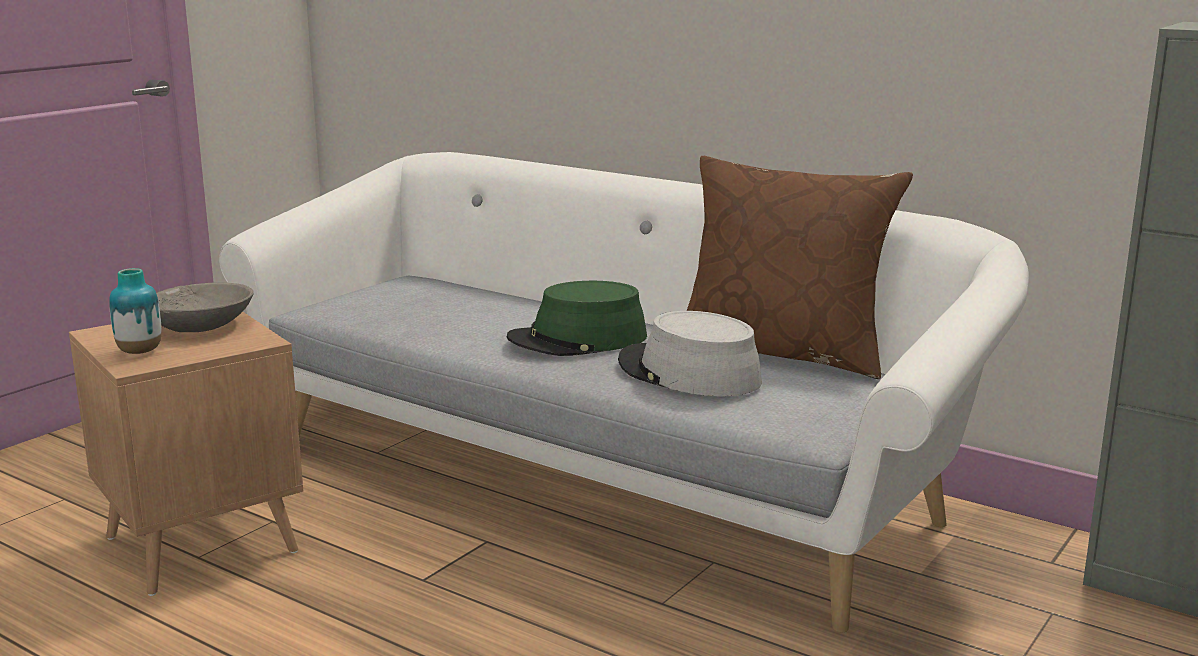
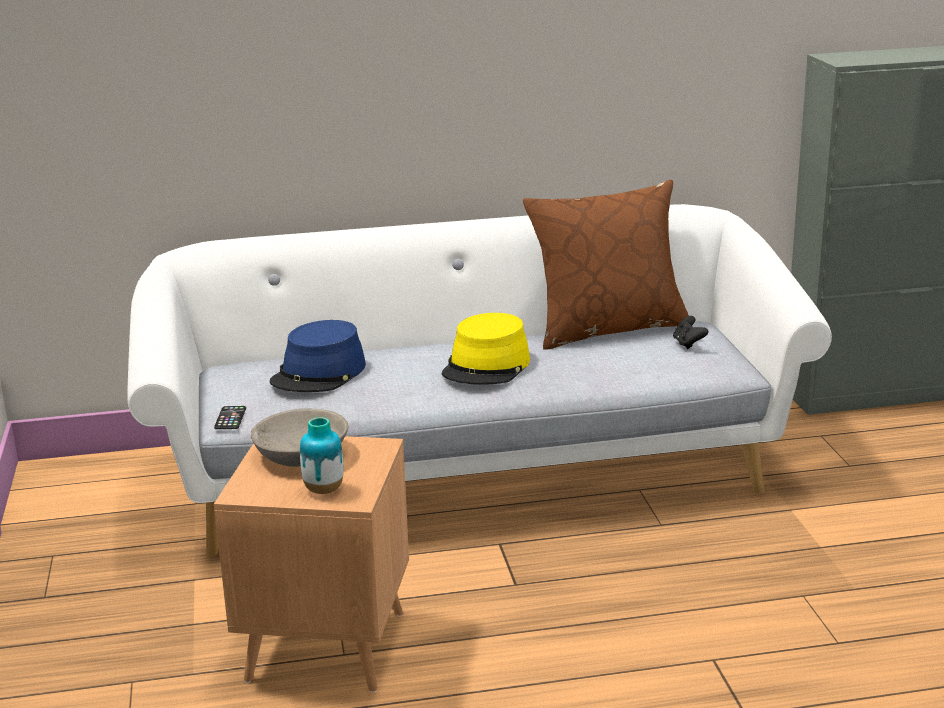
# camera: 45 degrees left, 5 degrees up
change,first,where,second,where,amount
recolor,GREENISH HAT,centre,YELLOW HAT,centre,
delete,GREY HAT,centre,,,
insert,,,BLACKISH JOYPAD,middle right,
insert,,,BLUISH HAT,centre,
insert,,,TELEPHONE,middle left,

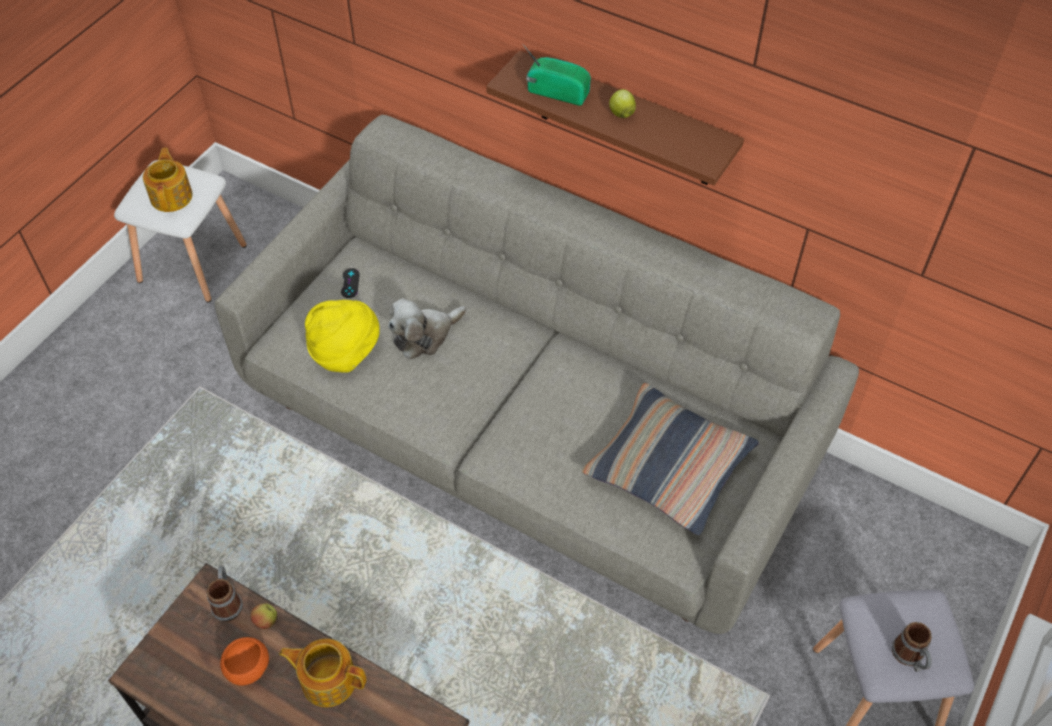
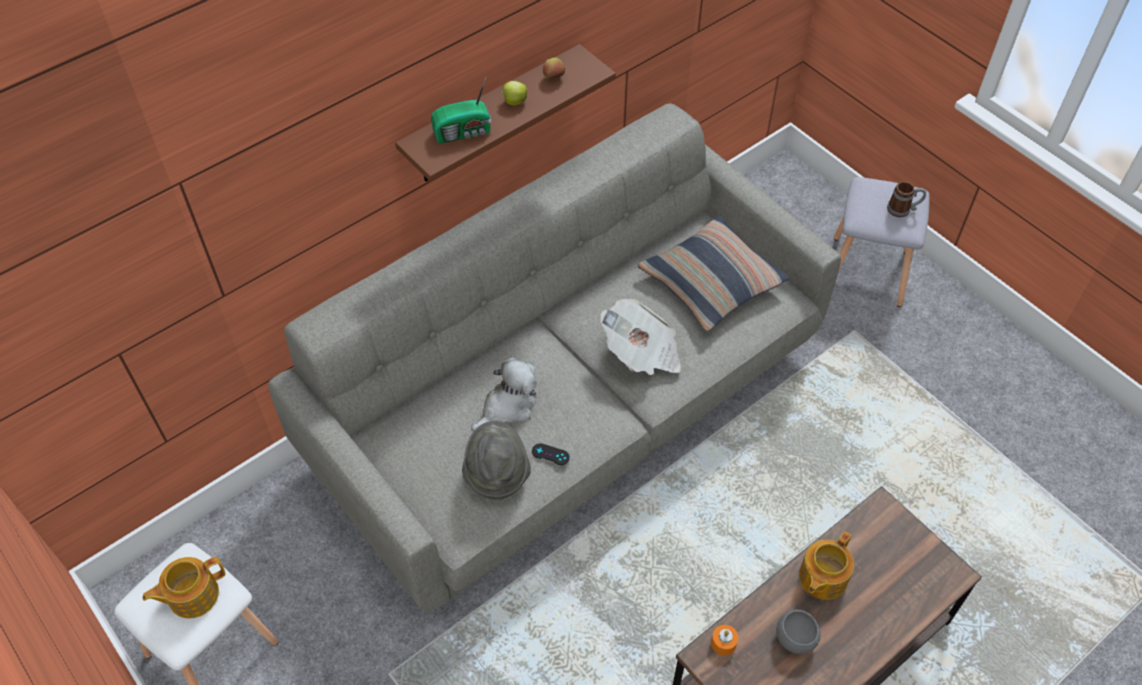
# camera: 70 degrees left, 0 degrees up
change,first,where,second,where,amount
rotate,RADIO RECEIVER,top centre,,top centre,150 degrees counterclockwise
rotate,POT FOR TEA (1st from left),top left,,bottom left,45 degrees counterclockwise
move,BLACKISH JOYPAD,middle left,,centre,
rotate,CUDDLY TOY,centre,,centre,120 degrees counterclockwise
recolor,YELLOW HAT,middle left,GREY HAT,bottom centre,
replace,COFFEE MUG (1st from left),bottom left,ORANGE-COLOURED WAX CANDLE,bottom centre,
move,WHOLE APPLE (1st from left in the first image),bottom left,WHOLE APPLE (2nd from left),top centre,
recolor,ORANGE-COLOURED SERVING BOWL,bottom left,GREY SERVING BOWL,bottom right,
insert,,,PRINTED PAPER,centre,

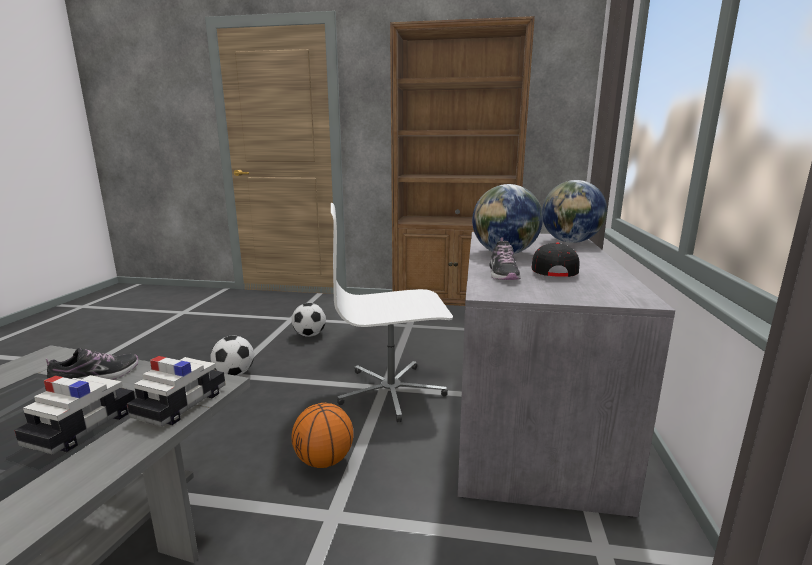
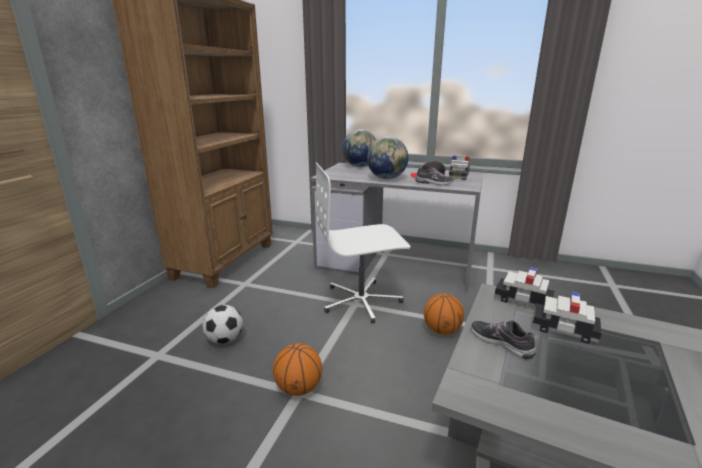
# camera: 80 degrees left, 5 degrees up
change,first,where,second,where,amount
rotate,WHITISH DESK CHAIR,centre,,centre,75 degrees clockwise
replace,BALL FOR FOOTBALL (1st from left),middle left,BASKETBALL BALL (1st from left),bottom centre,
insert,,,MODEL CAR (1st from left),centre,

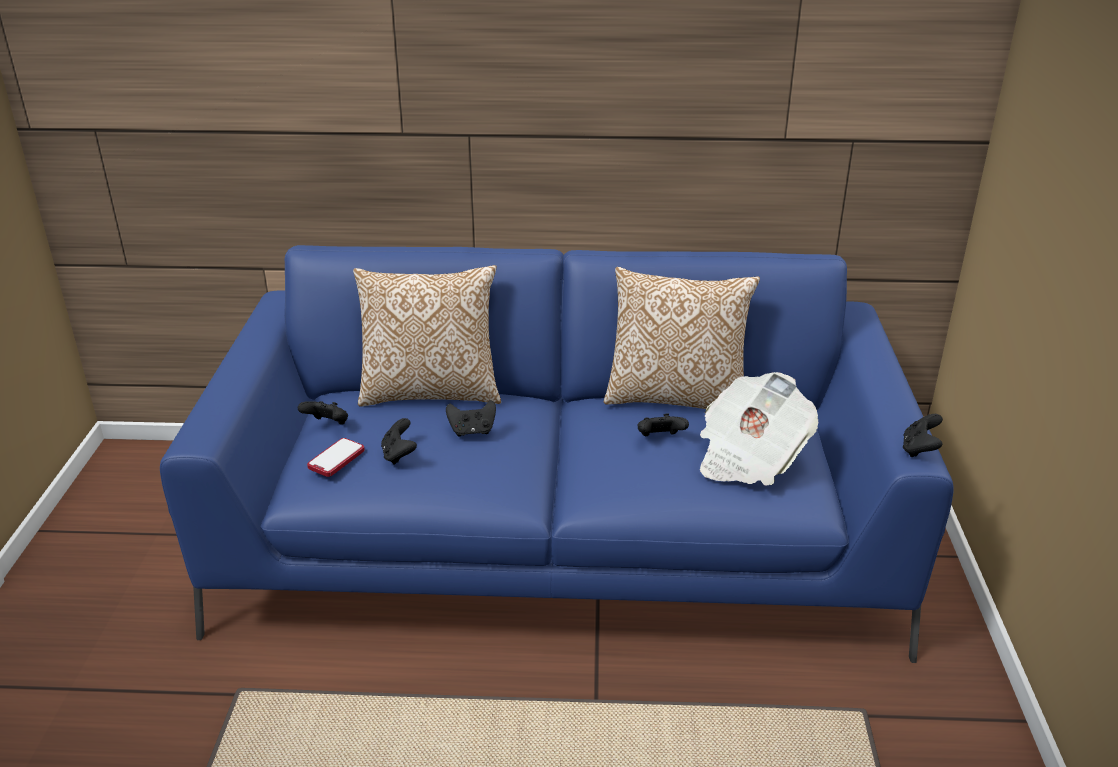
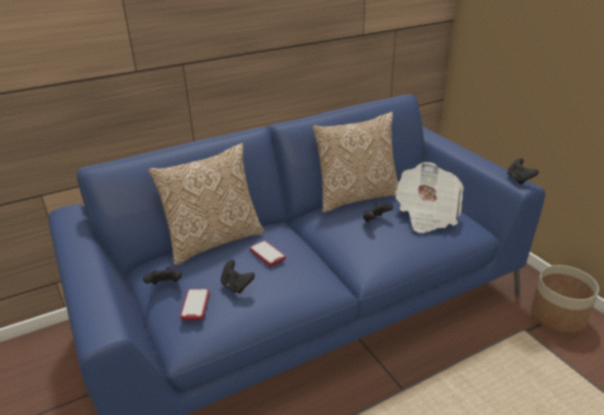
# camera: 30 degrees left, 0 degrees up
change,first,where,second,where,amount
replace,BLACKISH JOYPAD (3rd from left),centre,TELEPHONE (2nd from left),centre,
insert,,,PLANT POT,bottom right,

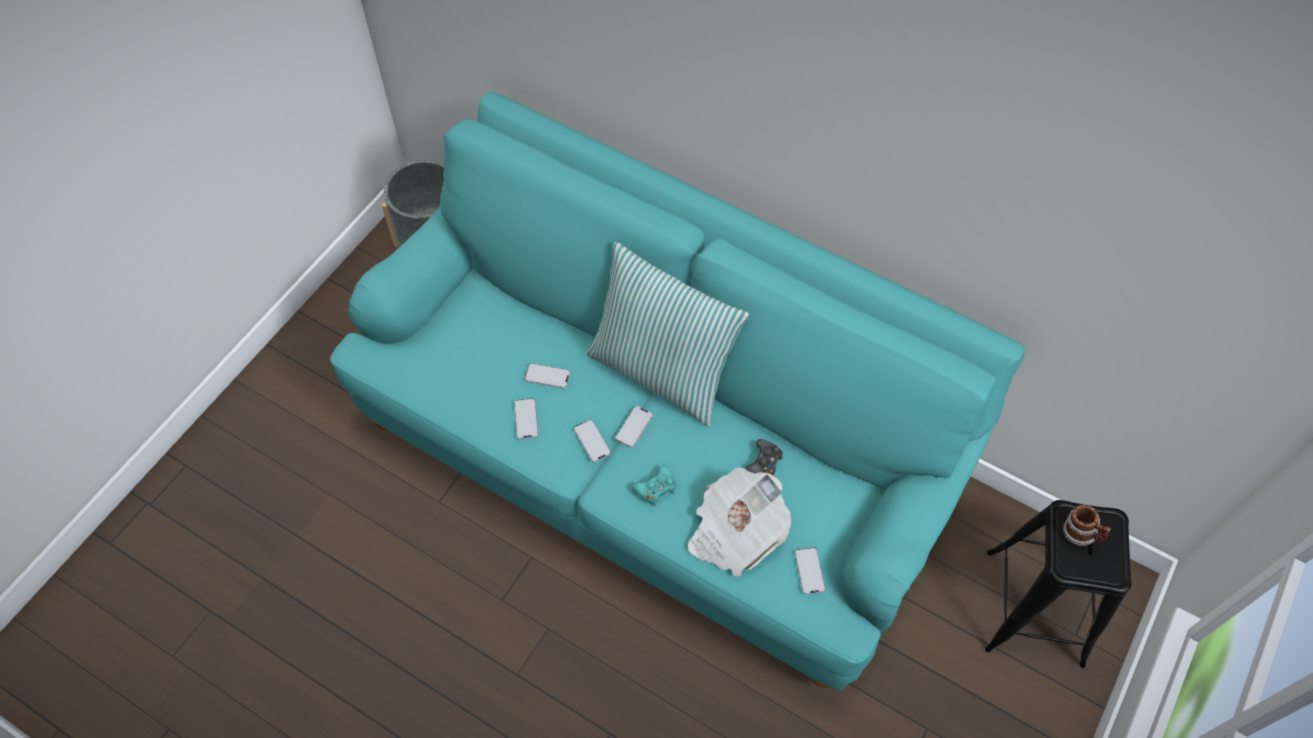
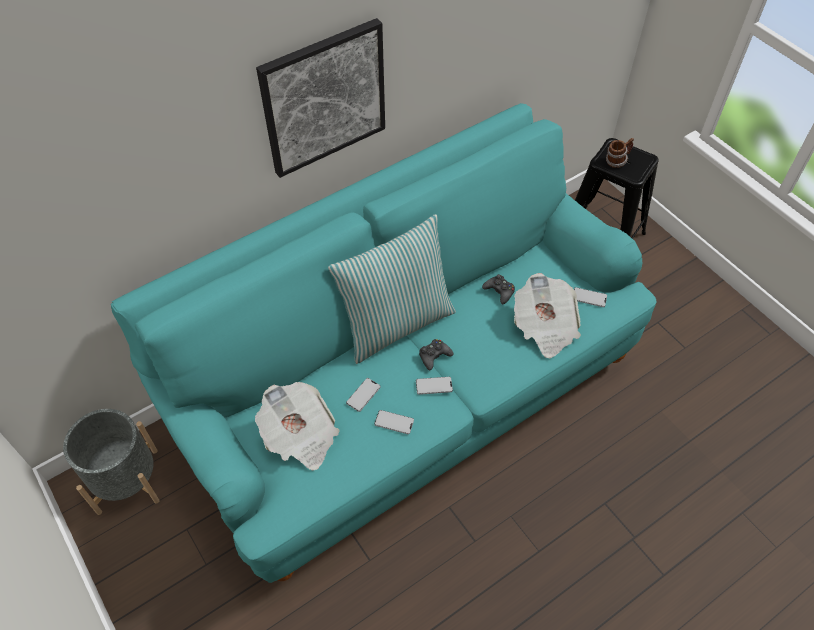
# camera: 65 degrees left, 5 degrees down
change,first,where,second,where,amount
replace,TELEPHONE (4th from left),centre,BLACKISH JOYPAD (1st from left),centre,
delete,TURQUOISE JOYPAD,centre,,,
insert,,,WALL ART,top centre,
insert,,,PRINTED PAPER (1st from left),bottom centre,

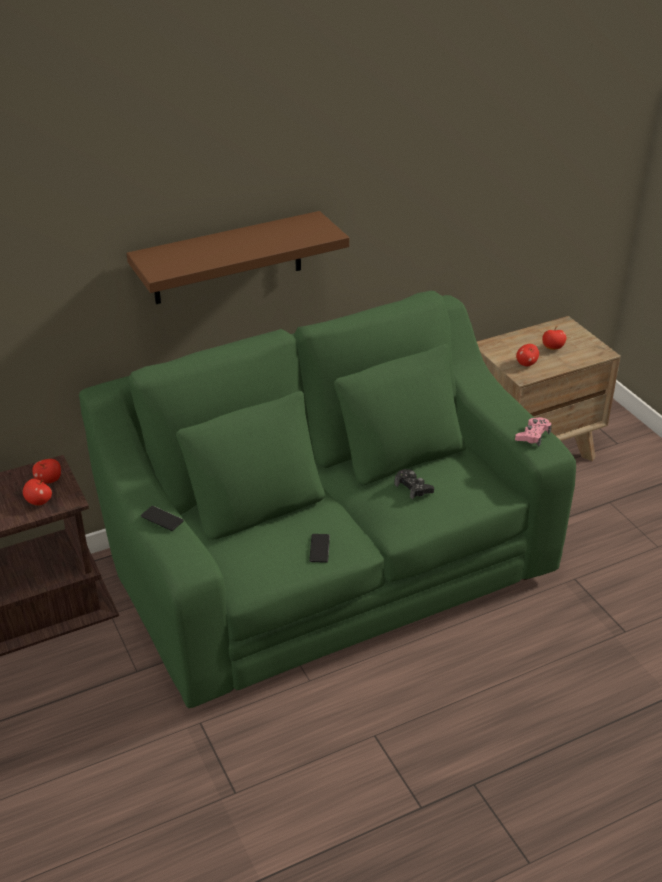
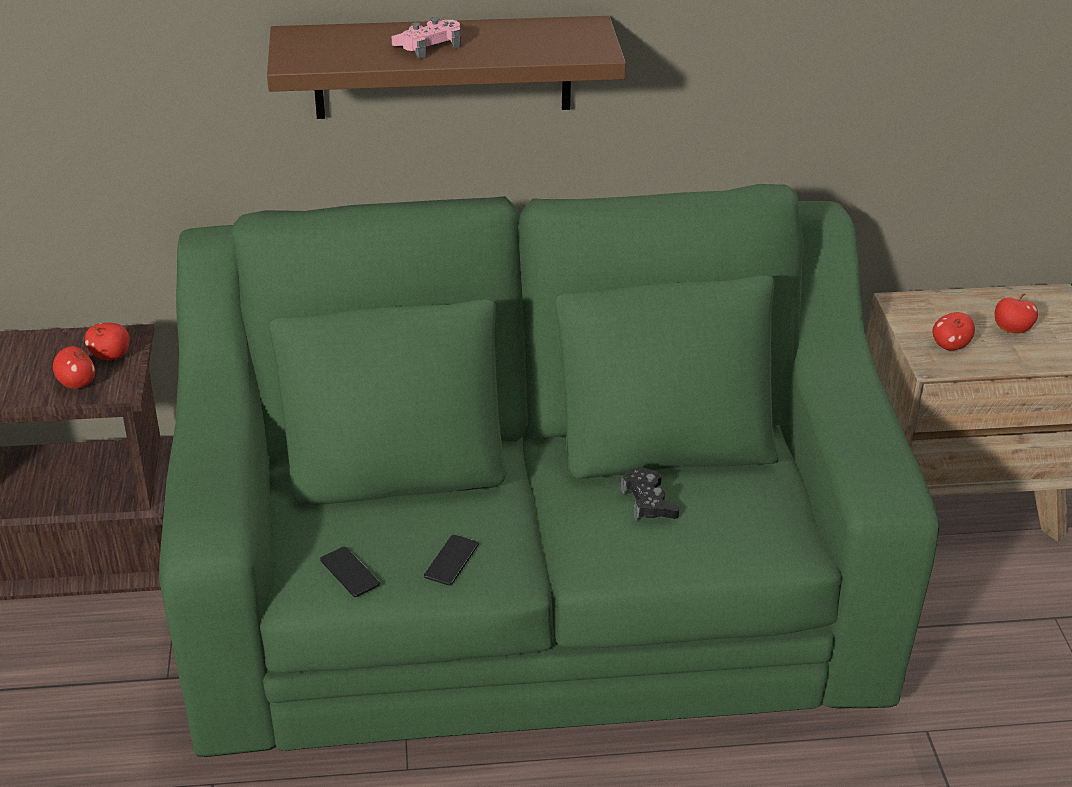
# camera: 20 degrees right, 0 degrees up
change,first,where,second,where,amount
move,PINK JOYPAD,middle right,,top centre,
move,TELEPHONE (1st from left),middle left,,bottom left,

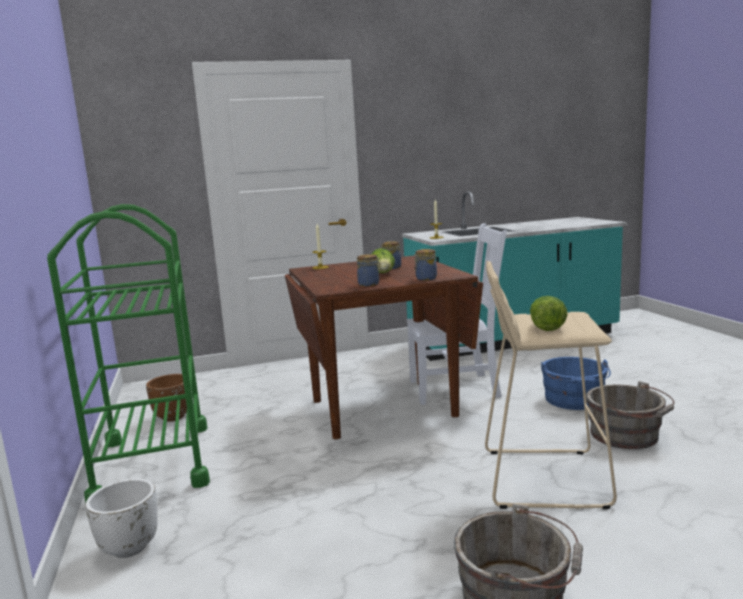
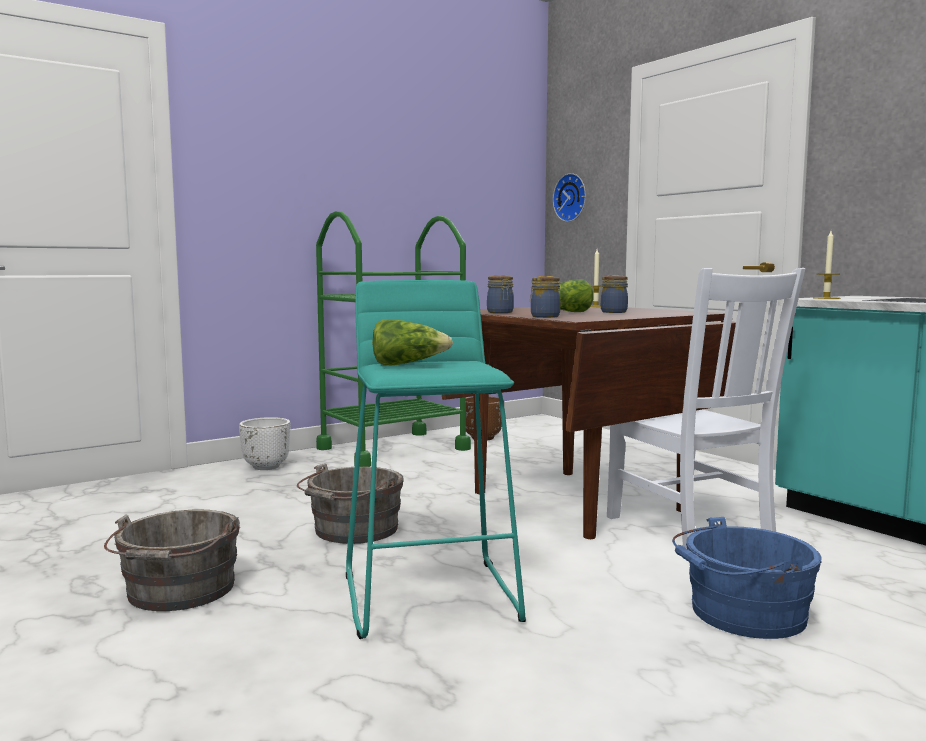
# camera: 70 degrees right, 5 degrees down
change,first,where,second,where,amount
recolor,BEIGE-COLOURED SITTING STOOL,middle right,TURQUOISE SITTING STOOL,centre,
move,GREY PAIL (2nd from left),bottom right,,bottom centre,
insert,,,CLOCK ON THE WALL,top centre,

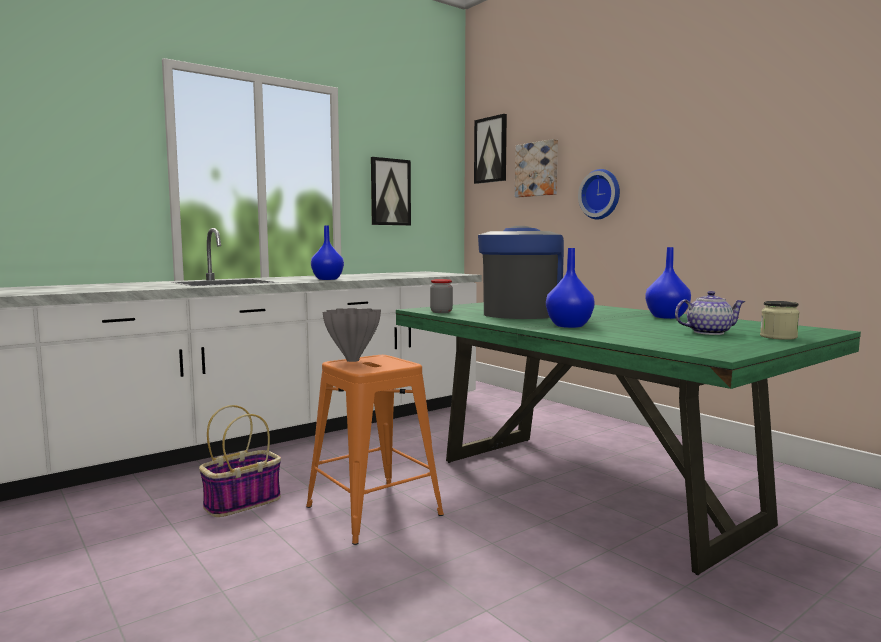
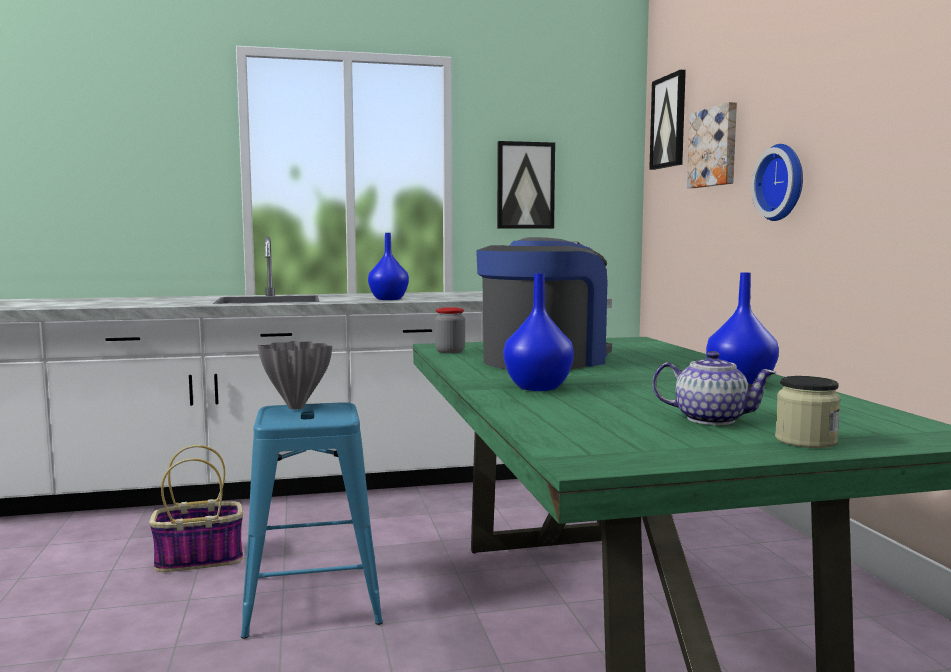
# camera: 25 degrees right, 0 degrees up
change,first,where,second,where,amount
recolor,ORANGE-COLOURED SITTING STOOL,bottom centre,BLUISH SITTING STOOL,bottom left,

